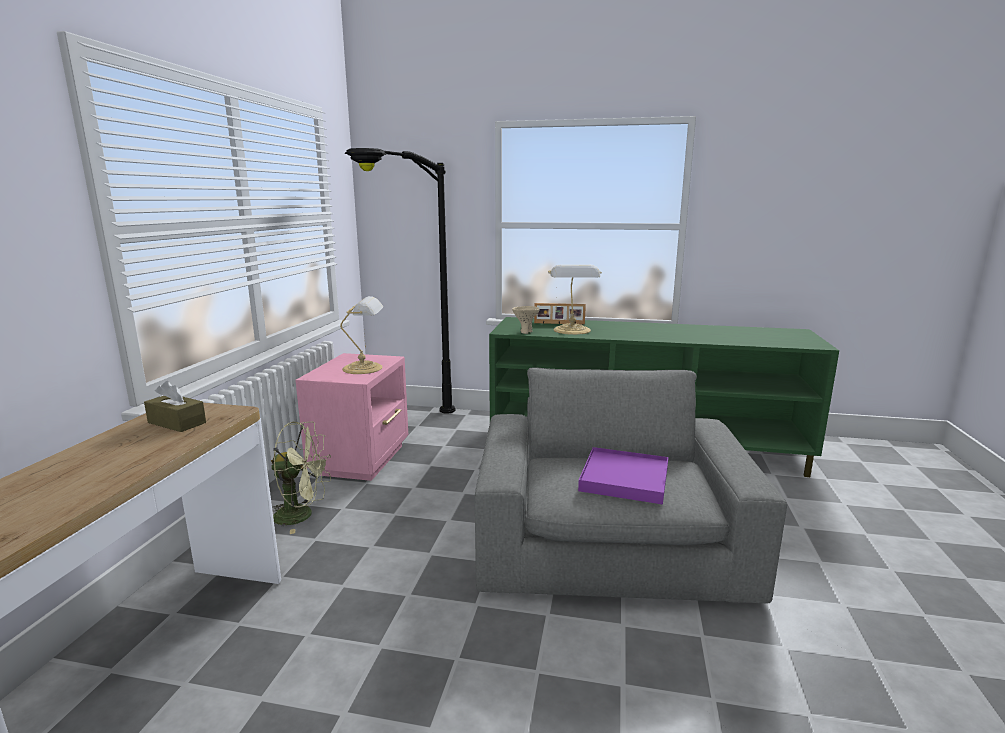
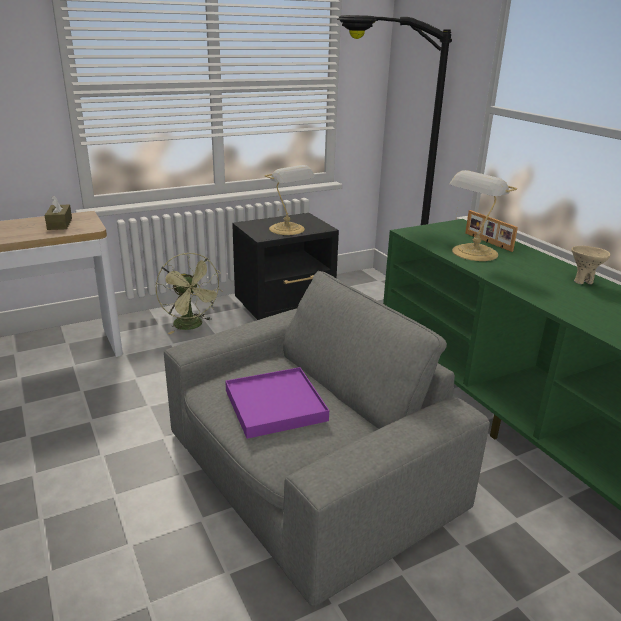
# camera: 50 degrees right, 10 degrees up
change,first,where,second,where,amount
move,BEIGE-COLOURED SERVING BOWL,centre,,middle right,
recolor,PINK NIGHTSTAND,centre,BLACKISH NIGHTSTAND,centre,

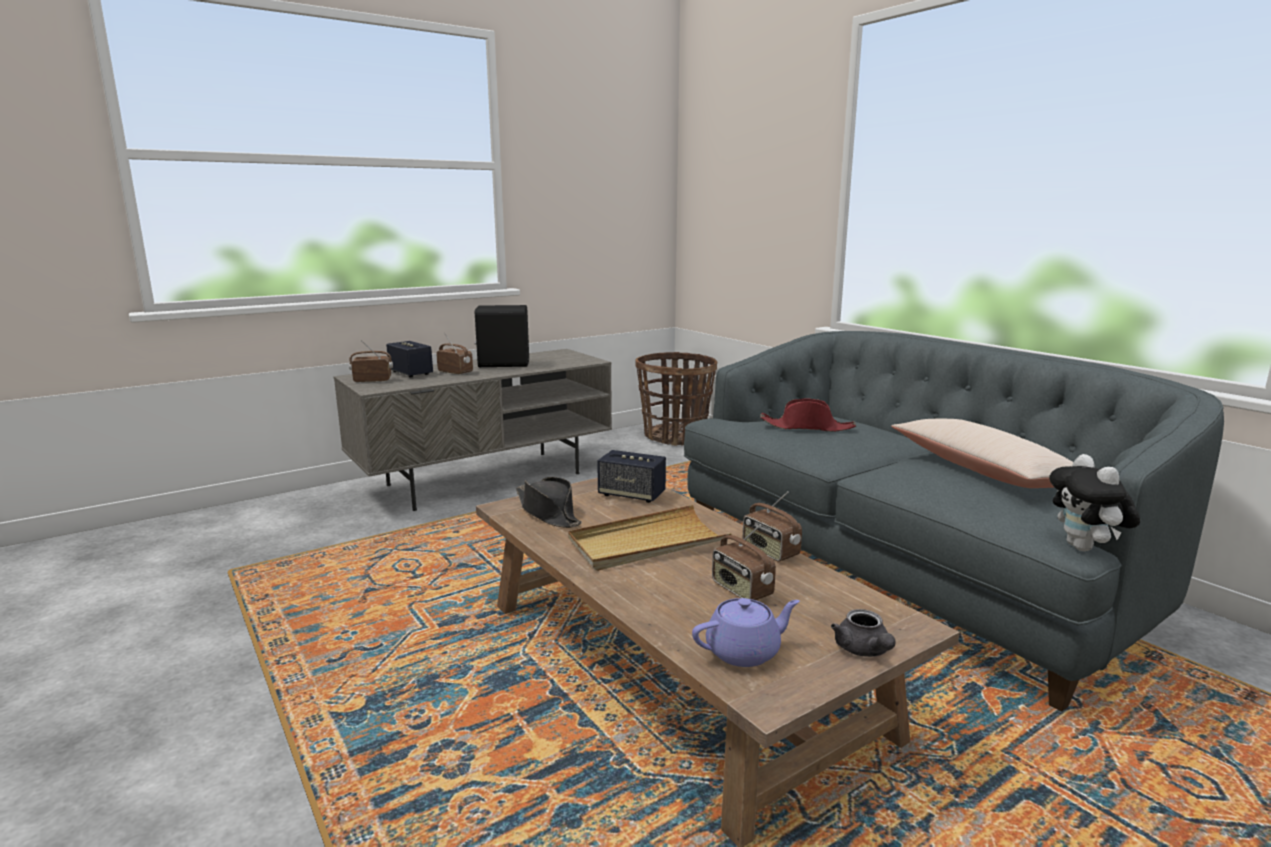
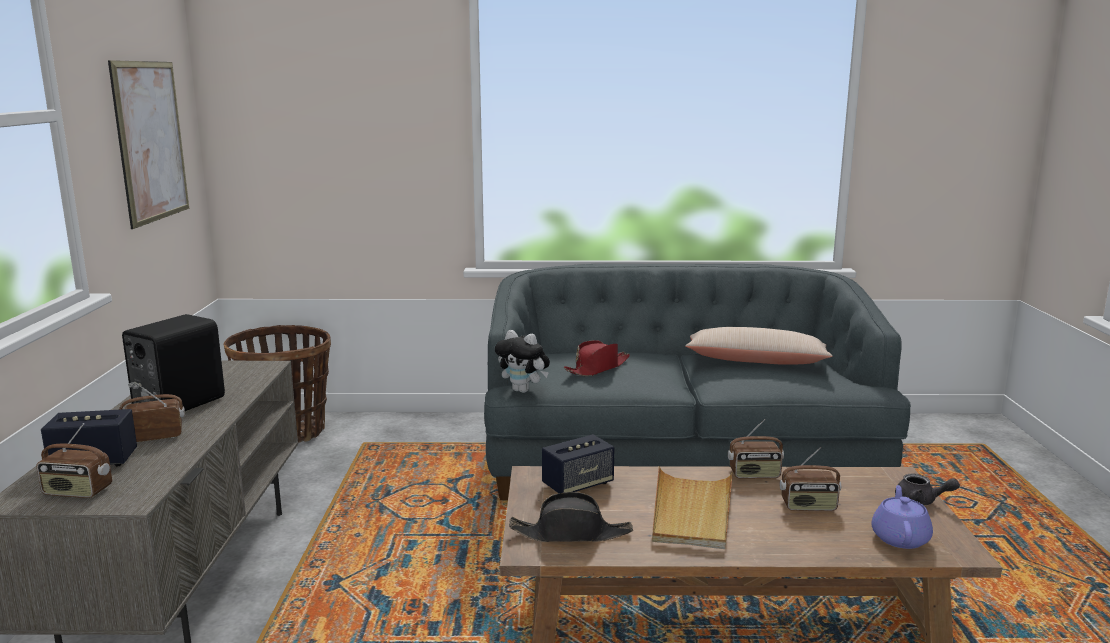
# camera: 55 degrees left, 0 degrees up
change,first,where,second,where,amount
rotate,RADIO RECEIVER (1st from left),middle left,,bottom left,105 degrees counterclockwise
move,CUDDLY TOY,middle right,,centre,
insert,,,WALL ART,top left,

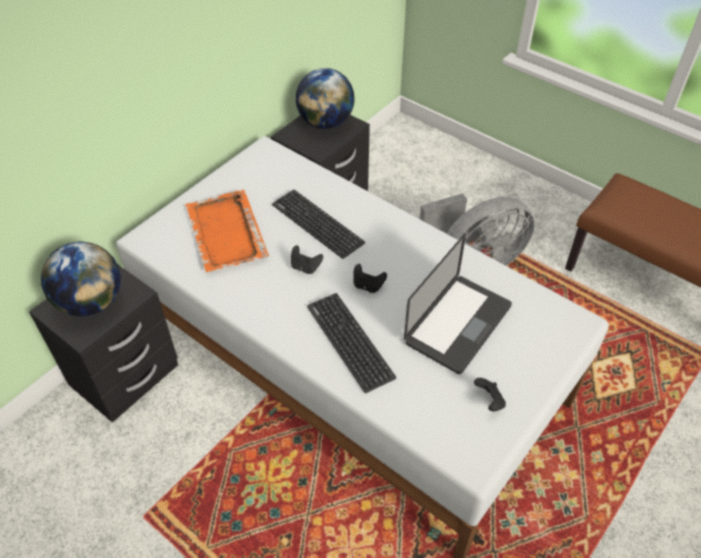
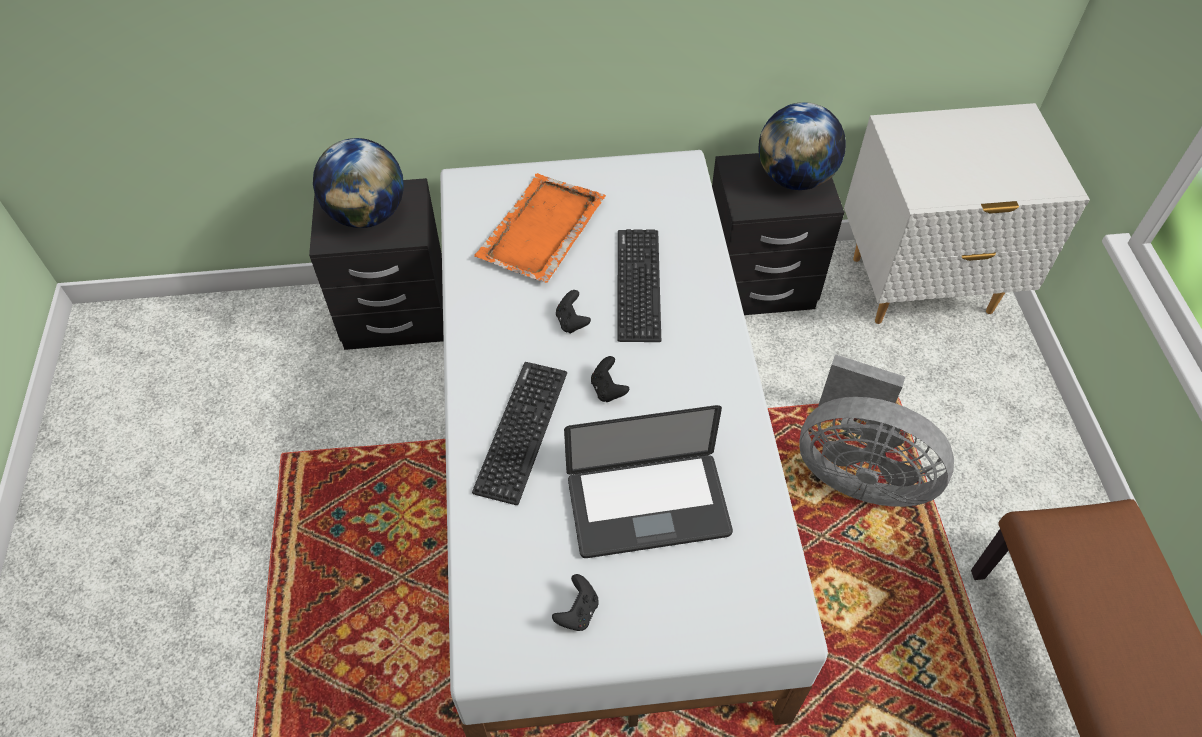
# camera: 45 degrees right, 5 degrees up
change,first,where,second,where,amount
insert,,,WHITISH NIGHTSTAND,top right,

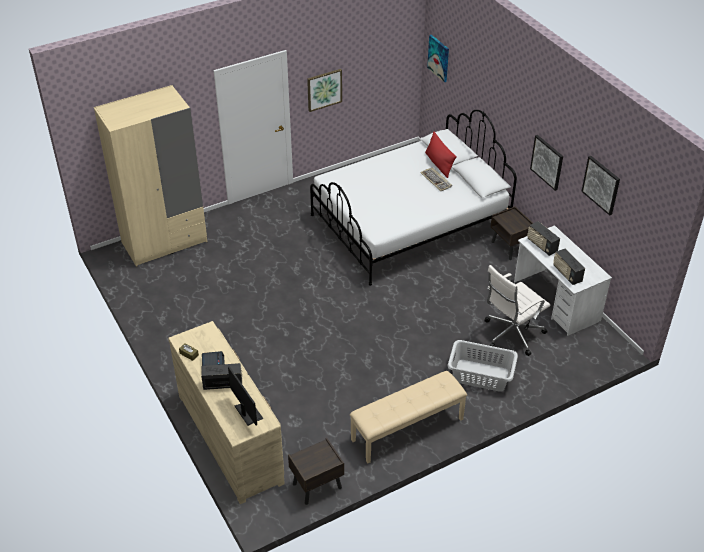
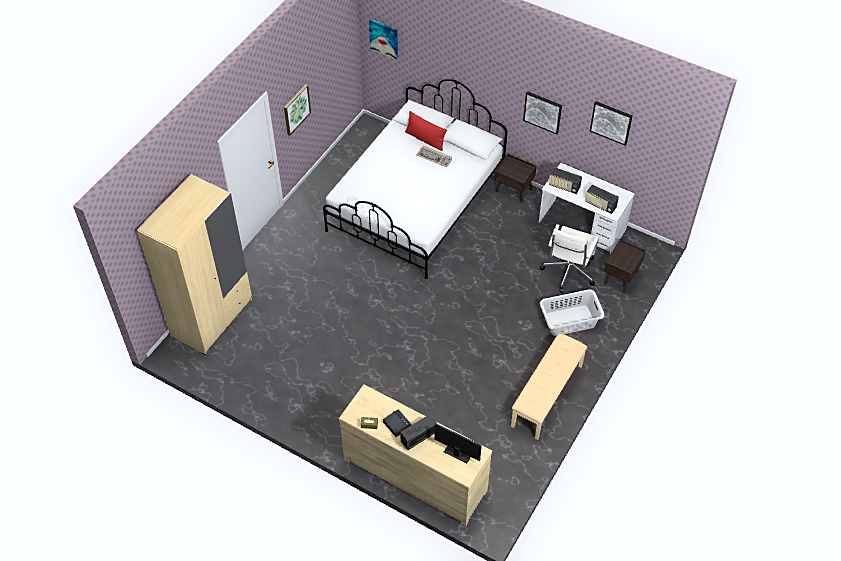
# camera: 30 degrees left, 10 degrees up
change,first,where,second,where,amount
move,BROWN NIGHTSTAND (1st from left in the first image),bottom centre,BROWN NIGHTSTAND (2nd from left),middle right,

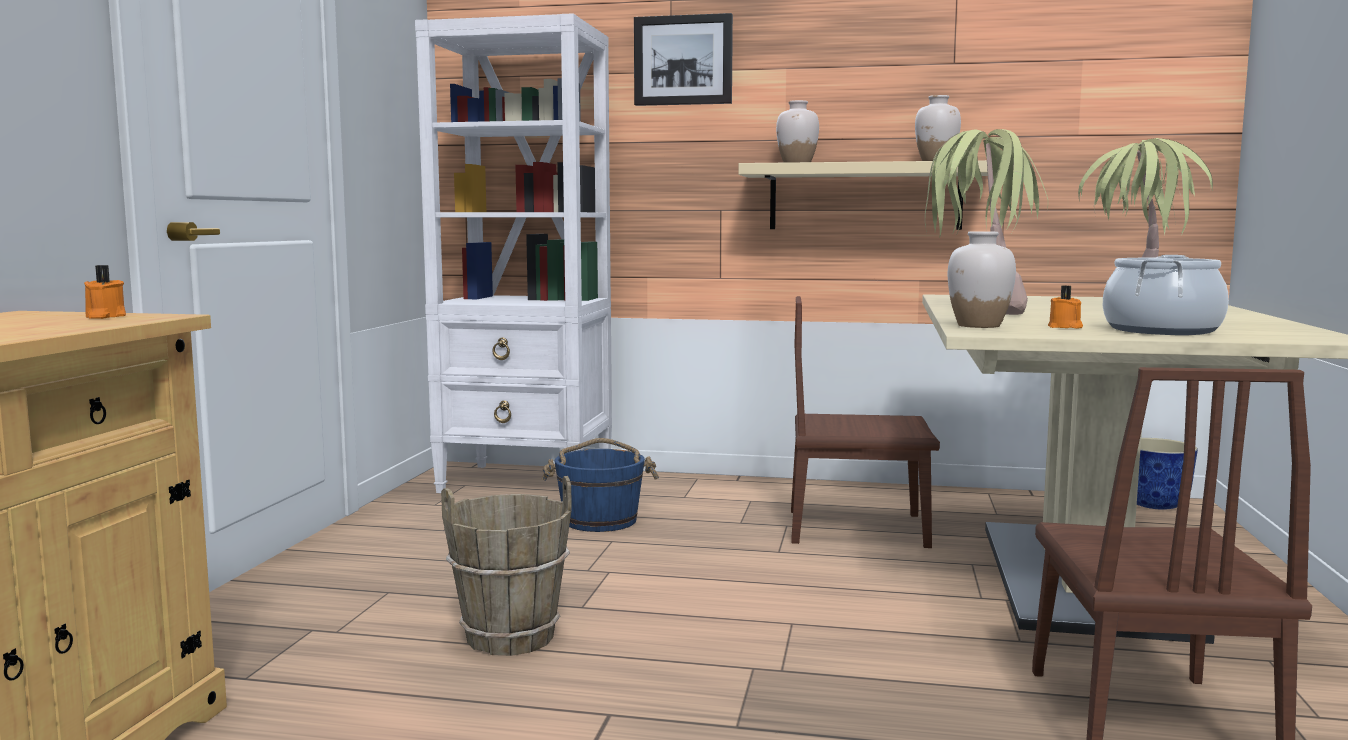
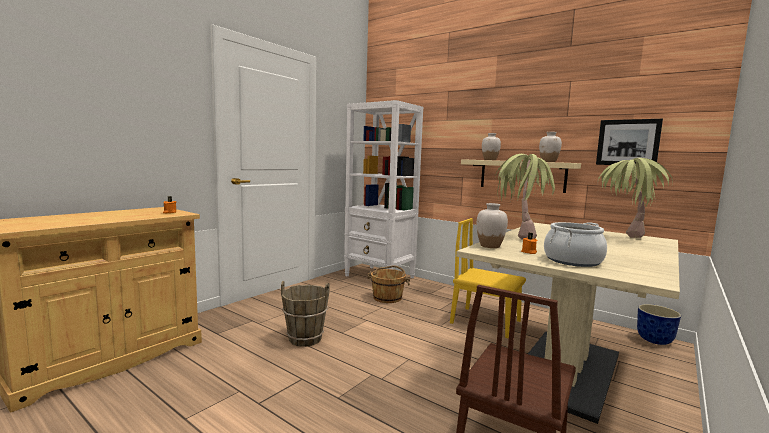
# camera: 25 degrees right, 0 degrees up
change,first,where,second,where,amount
move,WALL ART,top centre,,top right,
recolor,BROWN PLAIN CHAIR (1st from left),centre,YELLOW PLAIN CHAIR,centre,
recolor,BLUISH PAIL,centre,BROWN PAIL (2nd from left),centre,

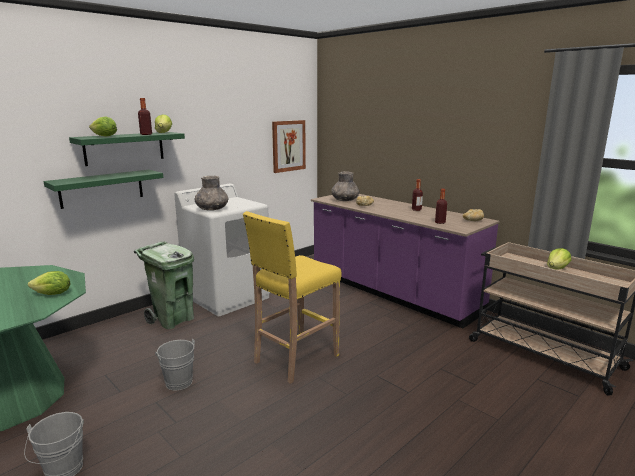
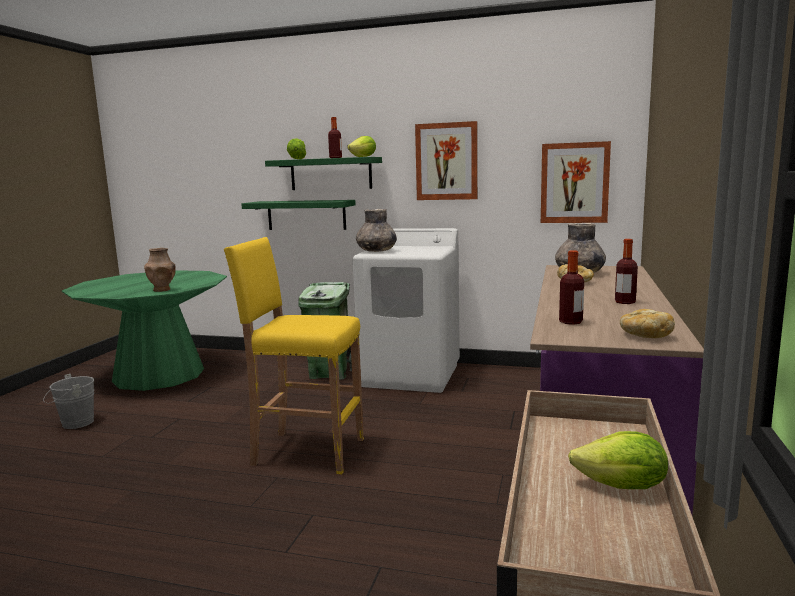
# camera: 60 degrees right, 5 degrees down
change,first,where,second,where,amount
replace,LETTUCE (1st from left),middle left,BROWN DECORATIVE VASE,middle left,
delete,GREY PAIL (2nd from left),bottom left,,,
insert,,,WALL ART (1st from left),top centre,

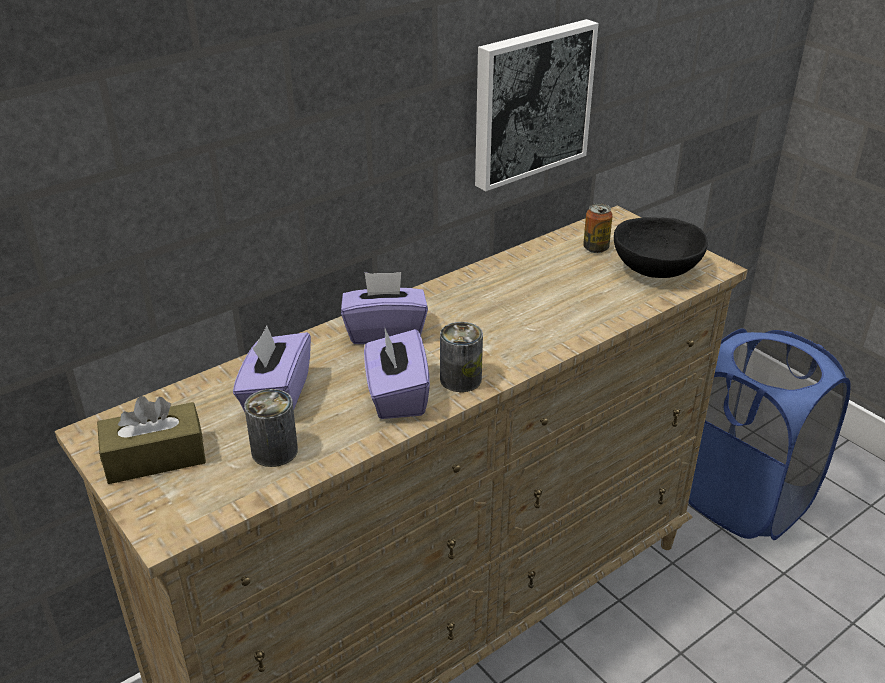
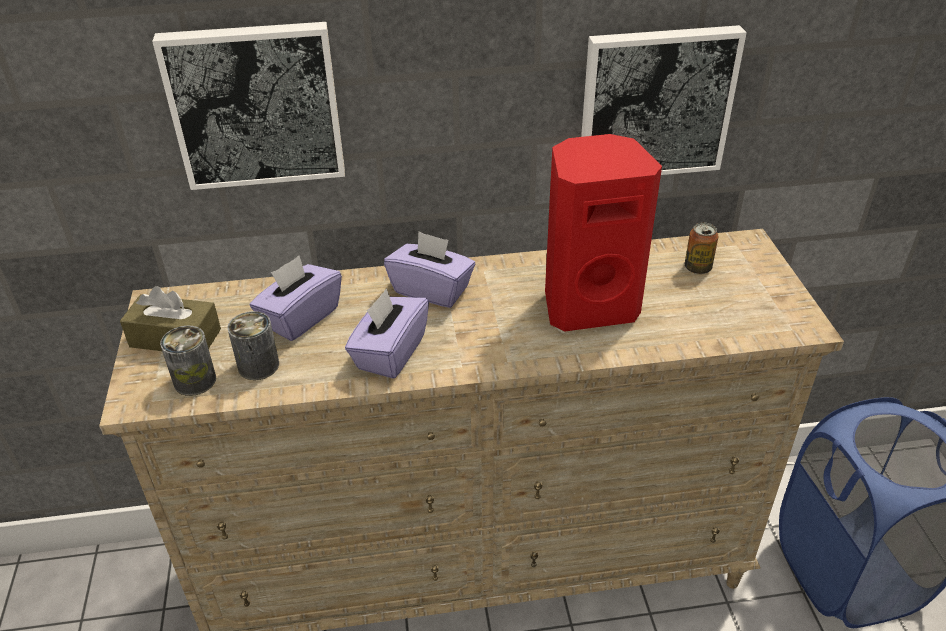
# camera: 30 degrees right, 5 degrees up
change,first,where,second,where,amount
delete,BLACKISH SERVING BOWL,middle right,,,
move,CAN (2nd from left in the first image),centre,CAN (1st from left),middle left,
insert,,,WALL ART (1st from left),top left,
insert,,,RED SPEAKER,centre,

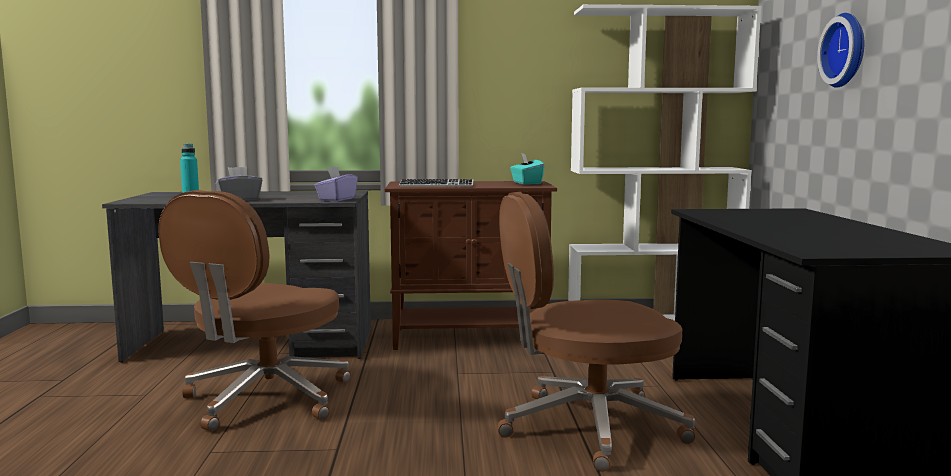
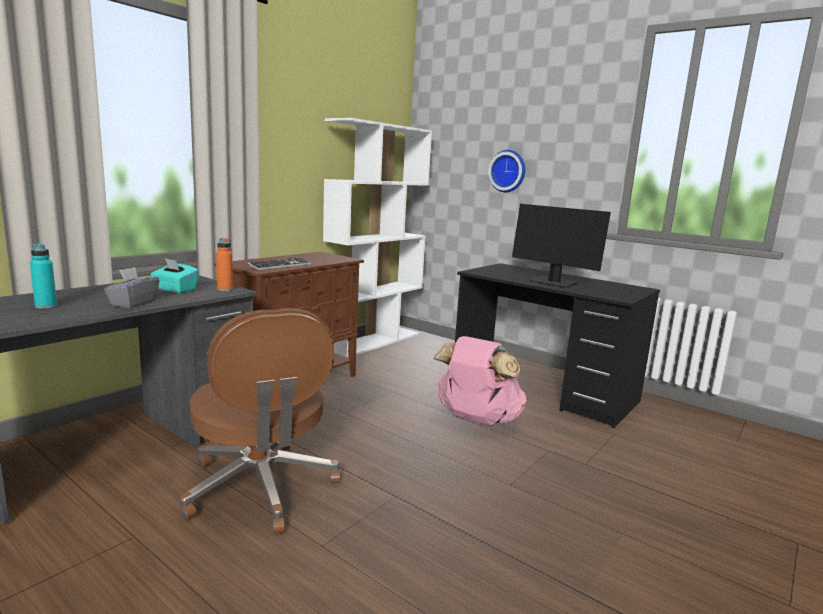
# camera: 50 degrees left, 5 degrees up
change,first,where,second,where,amount
move,TURQUOISE TISSUE BOX,centre,,middle left,
replace,PURPLISH TISSUE BOX,centre,ORANGE-COLOURED BEVERAGE BOTTLE,middle left,
replace,BROWN DESK CHAIR (2nd from left),bottom centre,PINK RUCKSACK,centre,
insert,,,COMPUTER DISPLAY,middle right,

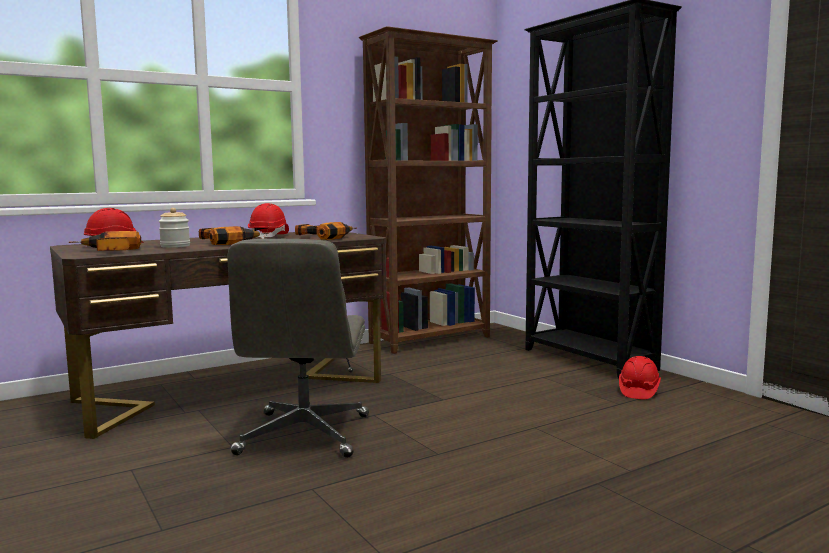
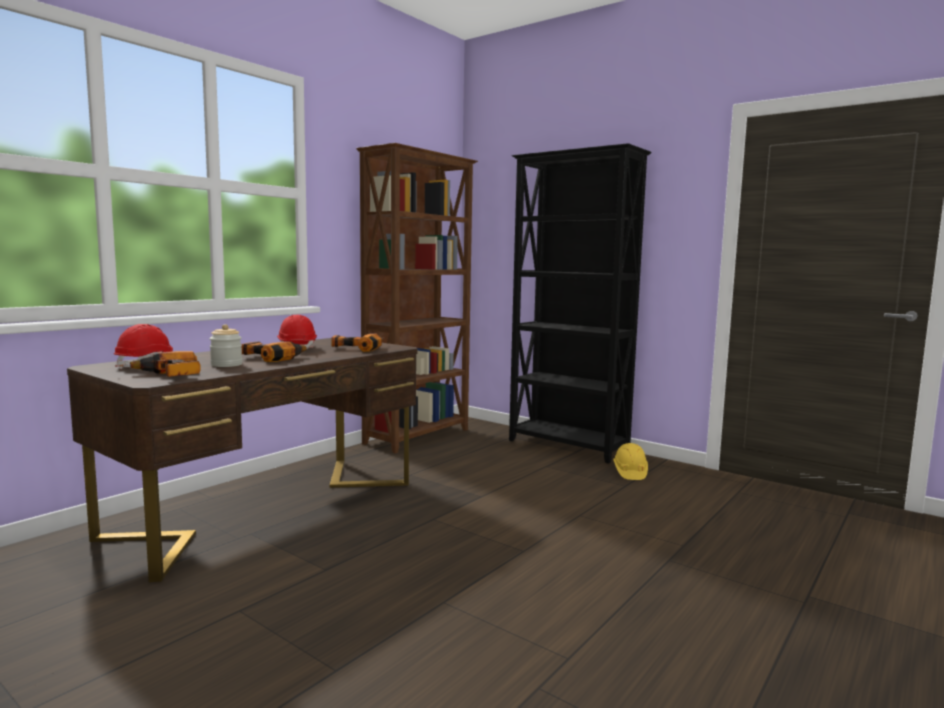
# camera: 20 degrees left, 0 degrees up
change,first,where,second,where,amount
delete,GREY DESK CHAIR,centre,,,
recolor,RED WORK HELMET (3rd from left),bottom right,YELLOW WORK HELMET,middle right,

